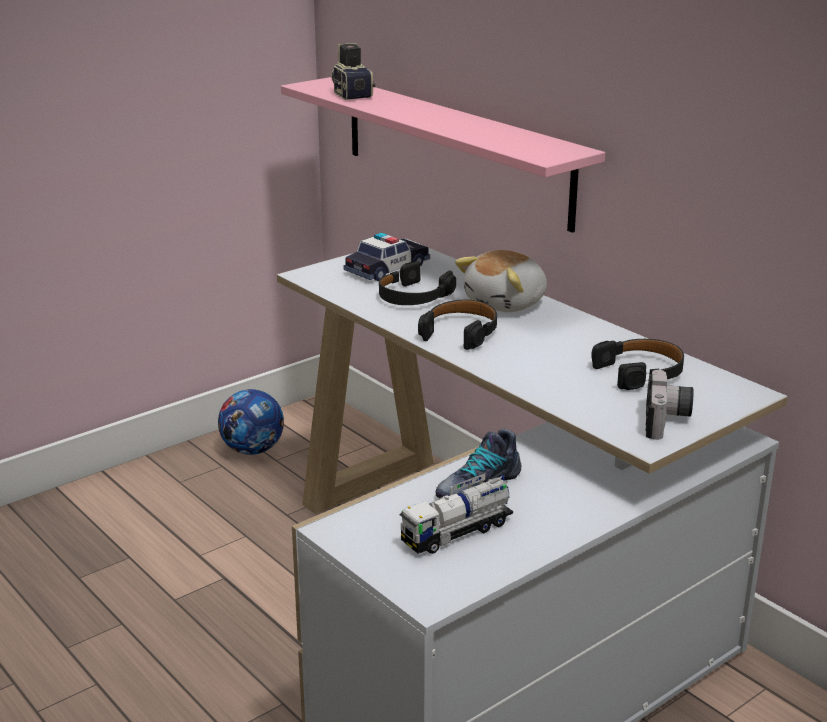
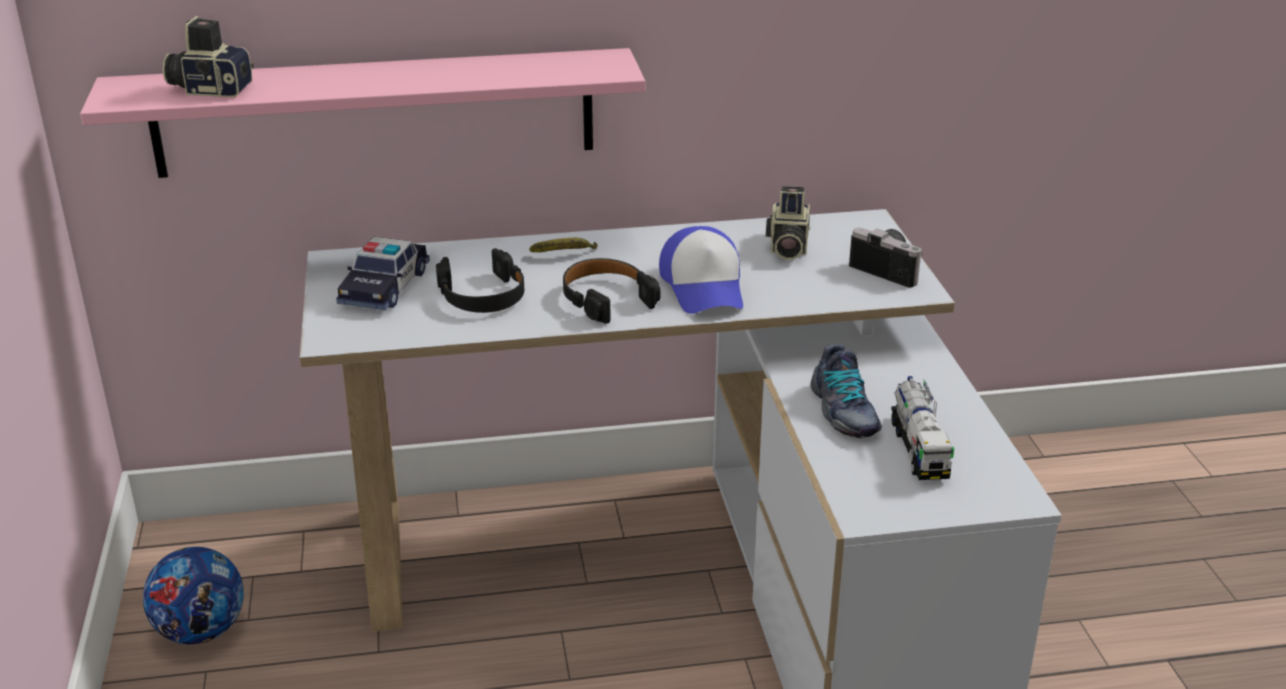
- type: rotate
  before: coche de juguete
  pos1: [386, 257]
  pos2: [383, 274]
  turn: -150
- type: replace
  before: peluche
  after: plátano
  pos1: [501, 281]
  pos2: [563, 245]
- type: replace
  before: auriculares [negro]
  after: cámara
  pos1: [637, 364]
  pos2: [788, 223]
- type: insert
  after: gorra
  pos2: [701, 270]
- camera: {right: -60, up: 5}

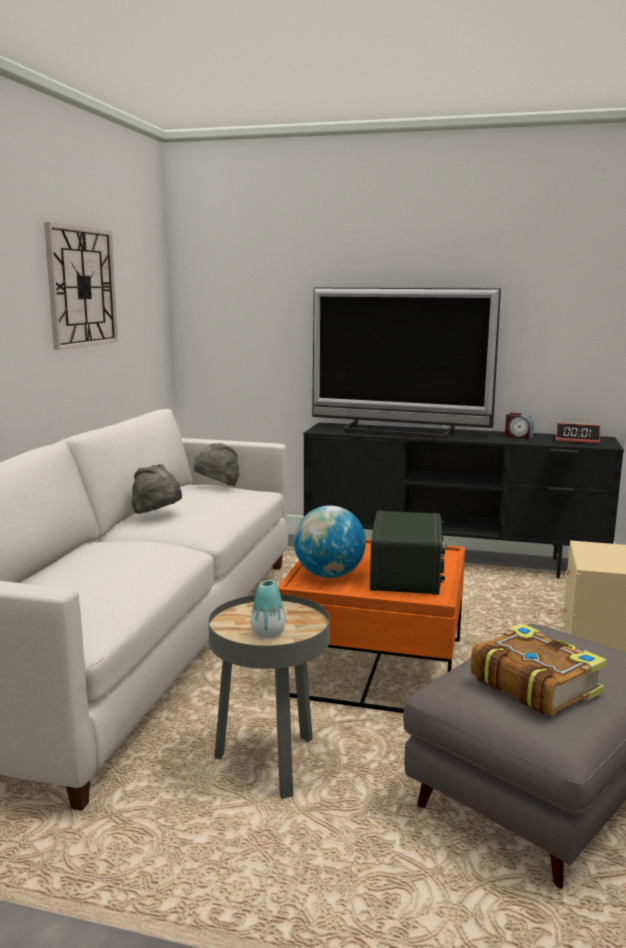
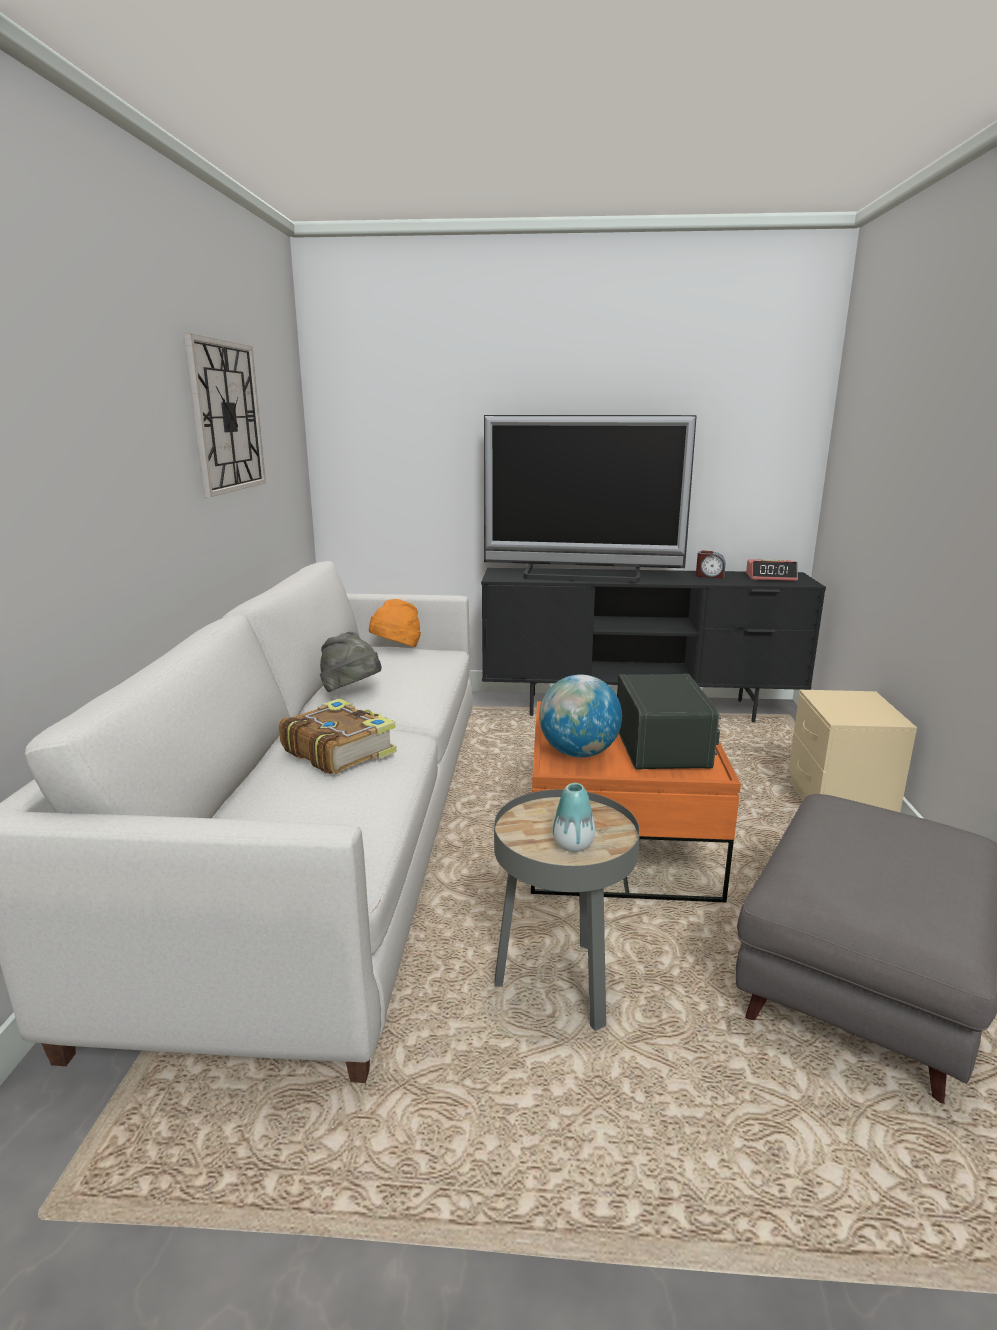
- type: recolor
  before: sombrero [gris]
  after: sombrero [naranja]
  pos1: [217, 464]
  pos2: [395, 623]
- type: move
  before: libro
  pos1: [539, 669]
  pos2: [338, 736]
- camera: {right: -10, up: 5}

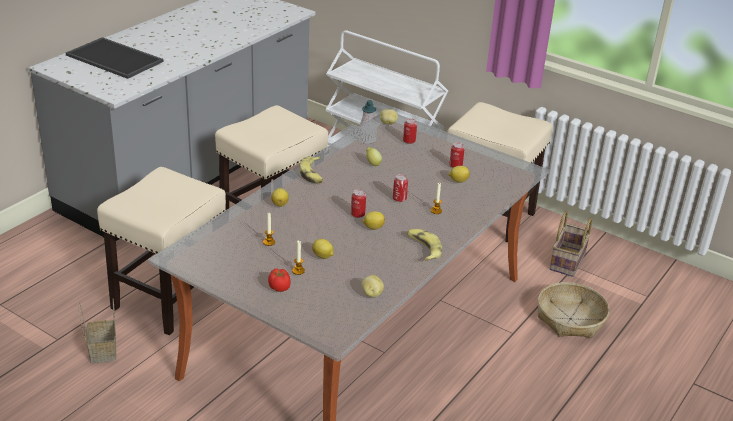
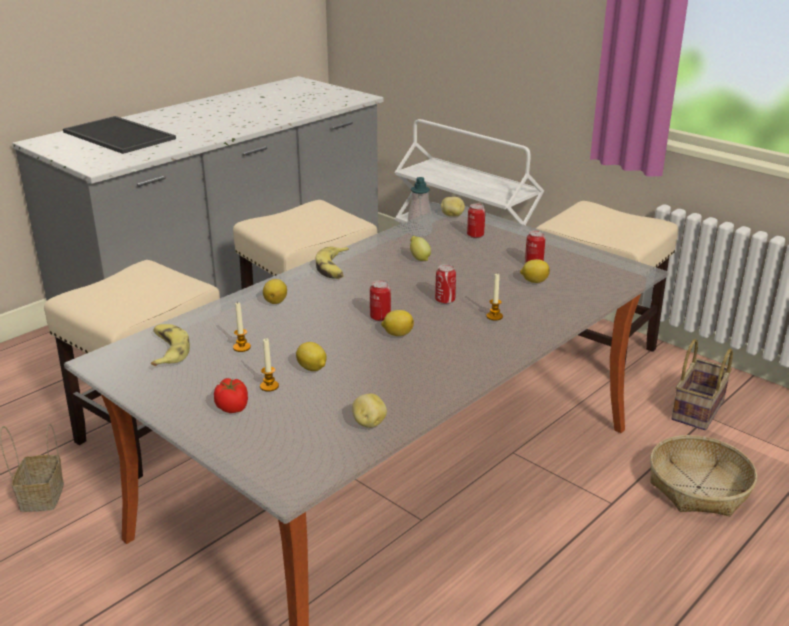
- type: move
  before: plátano
  pos1: [424, 245]
  pos2: [170, 345]
- camera: {right: 10, up: -5}

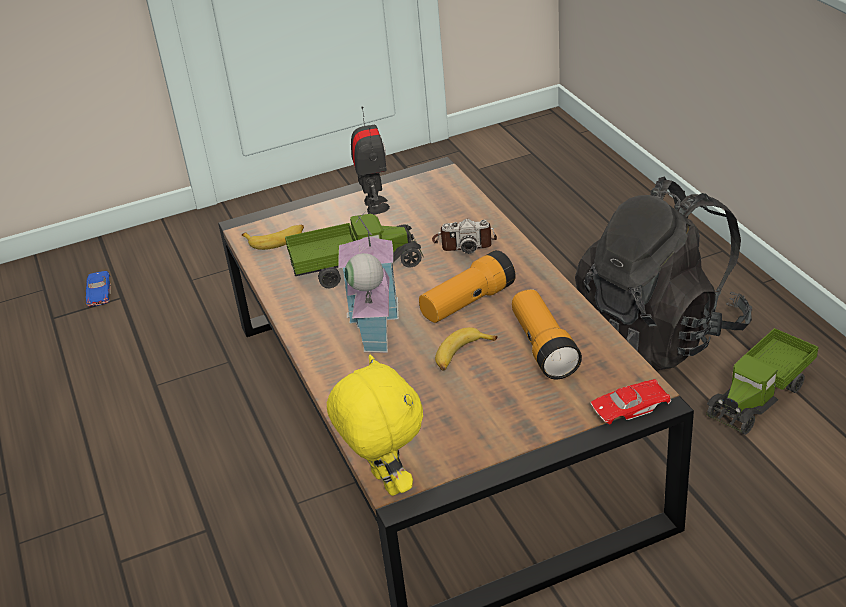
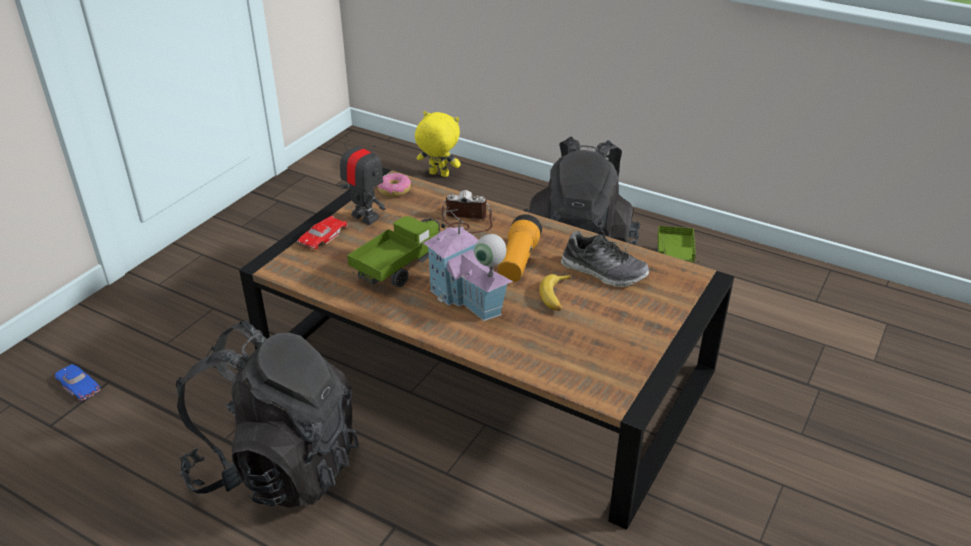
- type: rotate
  before: cámara
  pos1: [464, 236]
  pos2: [467, 211]
  turn: -135
- type: delete
  before: plátano
  pos1: [273, 237]
- type: replace
  before: linterna
  after: zapato
  pos1: [547, 334]
  pos2: [605, 259]
- type: move
  before: peluche [amarillo]
  pos1: [375, 425]
  pos2: [438, 144]
- type: move
  before: coche de juguete [rojo]
  pos1: [631, 402]
  pos2: [322, 232]
- type: insert
  after: rosquilla
  pos2: [394, 185]
- type: insert
  after: mochila [negro]
  pos2: [267, 414]
- camera: {right: -40, up: 0}

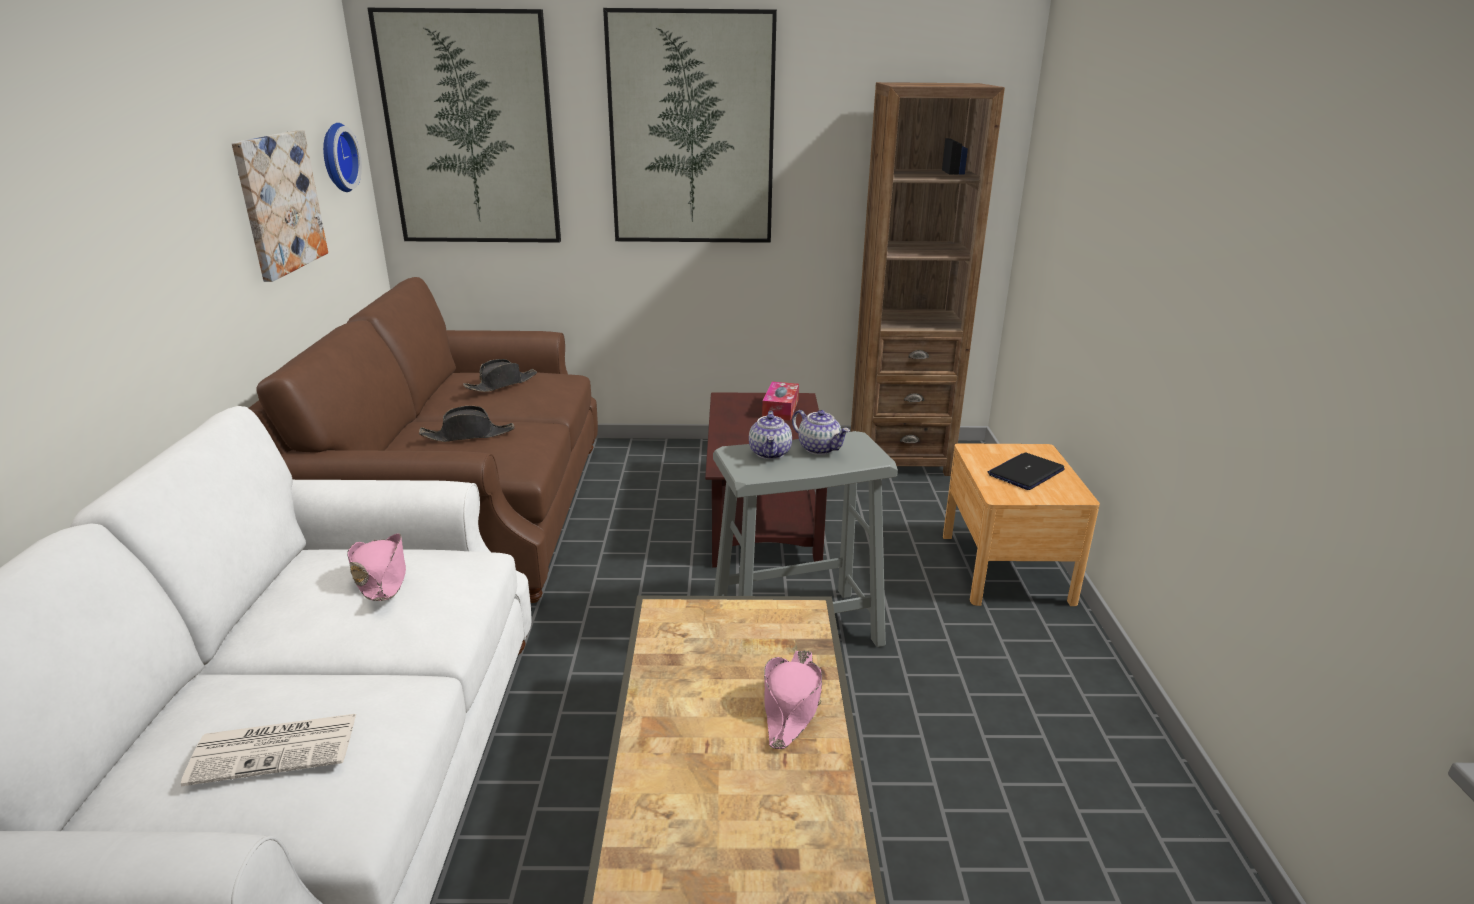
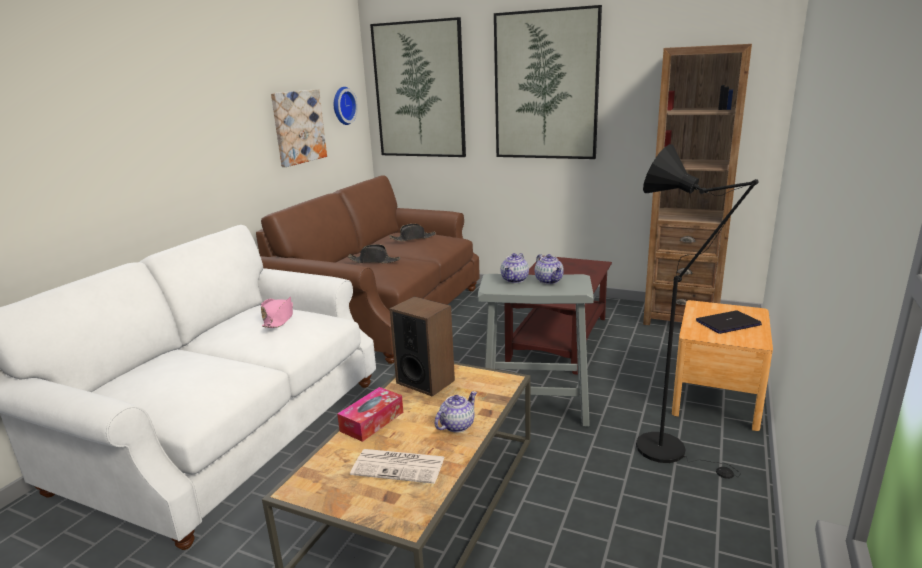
- type: move
  before: caja de pañuelos
  pos1: [780, 401]
  pos2: [370, 414]
- type: replace
  before: sombrero [rosa]
  after: tetera
  pos1: [793, 699]
  pos2: [456, 411]
- type: move
  before: periódico
  pos1: [268, 750]
  pos2: [397, 466]
- type: insert
  after: lámpara de pie [negro]
  pos2: [697, 311]
- type: insert
  after: altavoz
  pos2: [422, 346]
- camera: {right: 25, up: -5}

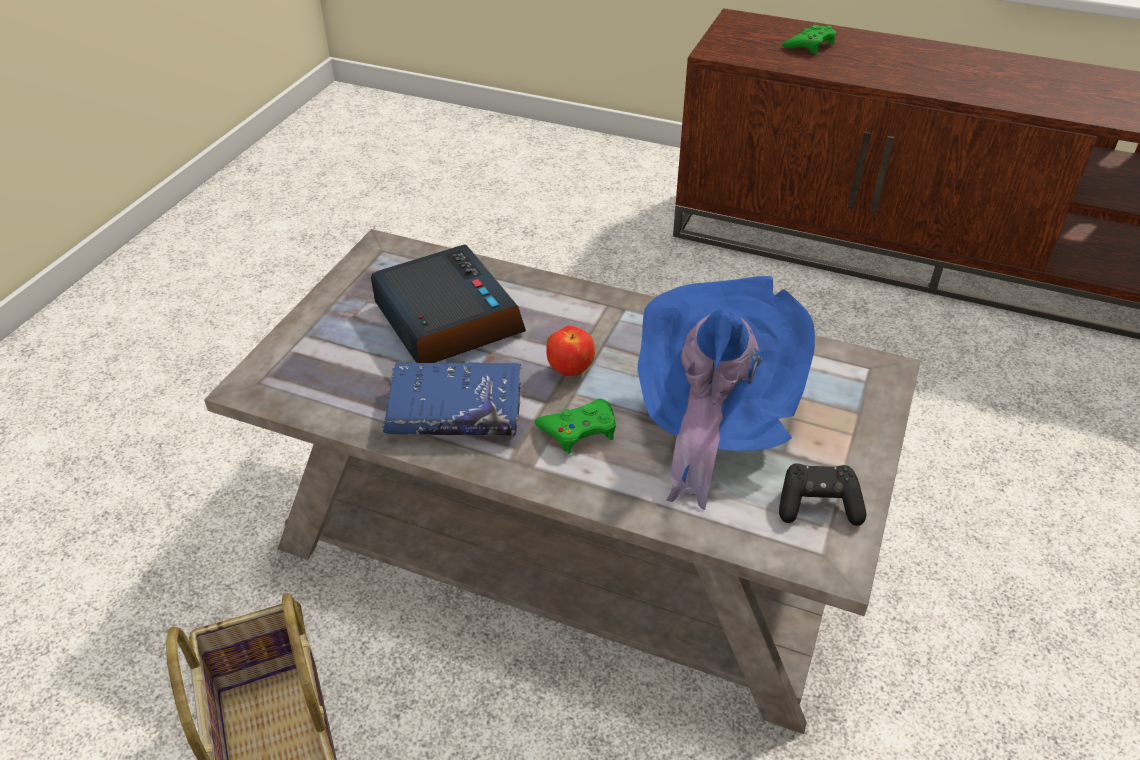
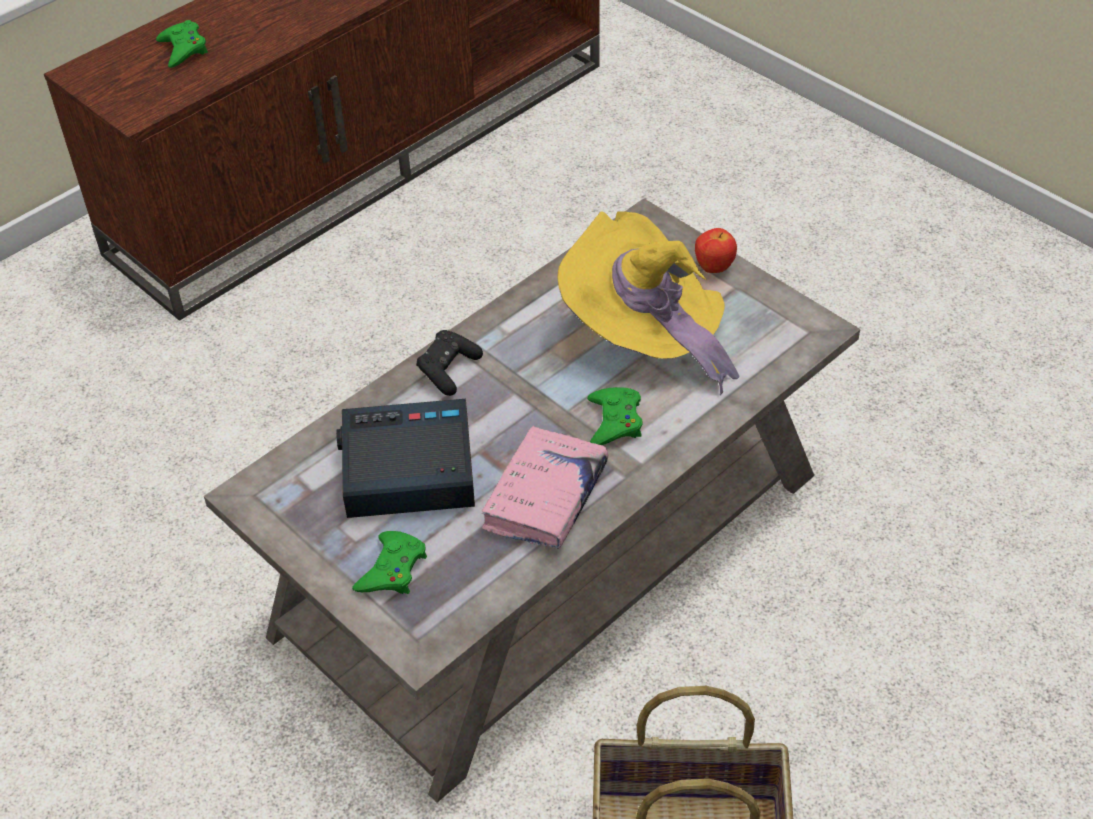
- type: recolor
  before: sombrero [azul]
  after: sombrero [amarillo]
  pos1: [726, 393]
  pos2: [649, 303]
- type: move
  before: manzana
  pos1: [570, 350]
  pos2: [716, 250]
- type: recolor
  before: libro [azul]
  after: libro [rosa]
  pos1: [451, 399]
  pos2: [544, 487]
- type: move
  before: mando de consola [negro]
  pos1: [822, 495]
  pos2: [450, 363]
- type: insert
  after: mando de consola [verde]
  pos2: [389, 562]
- camera: {right: -65, up: 5}

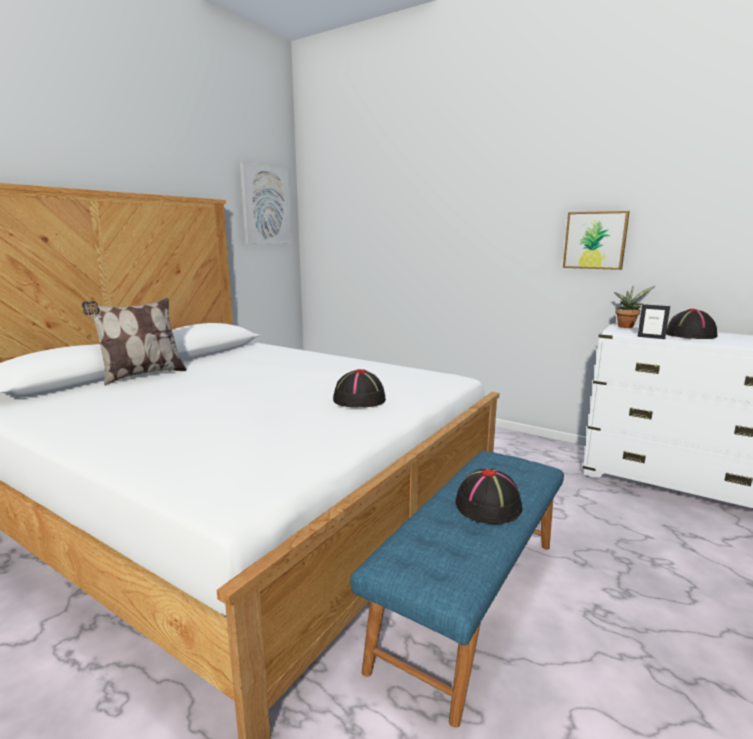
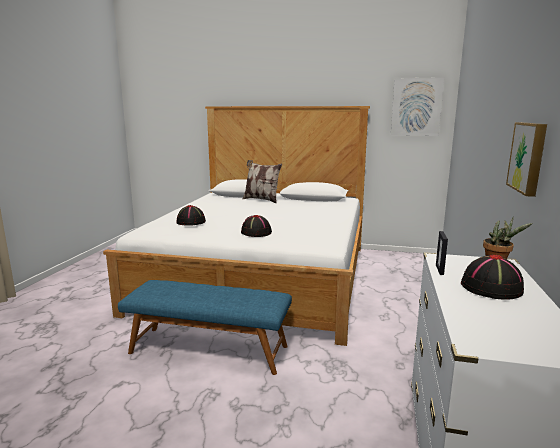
- type: move
  before: sombrero [negro]
  pos1: [488, 496]
  pos2: [191, 215]
- camera: {right: 70, up: 0}

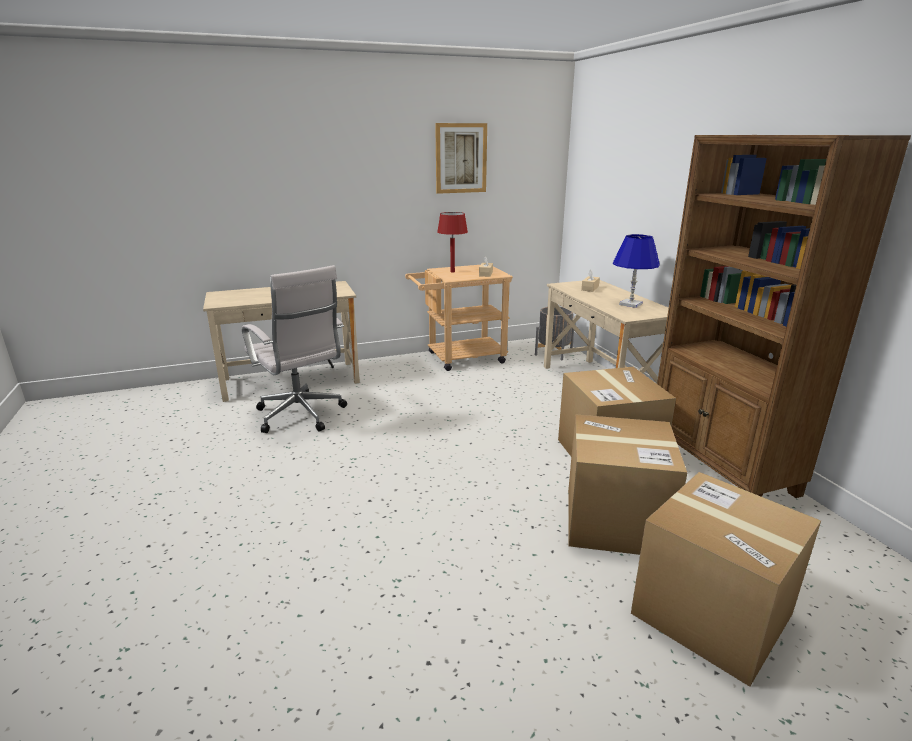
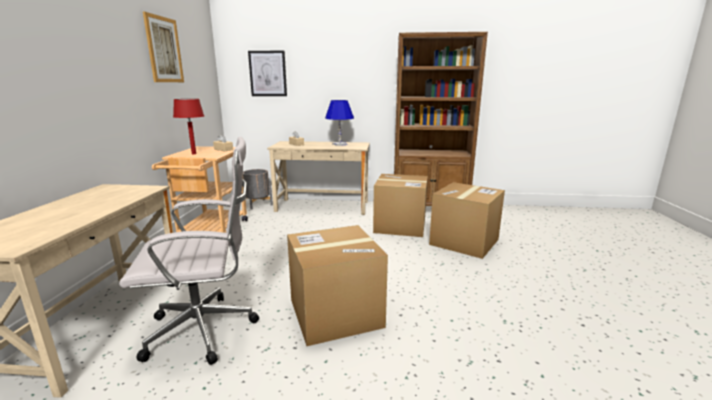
- type: move
  before: caja de cartón
  pos1: [726, 579]
  pos2: [337, 285]
- type: insert
  after: cuadro
  pos2: [267, 73]
- camera: {right: -65, up: -5}

